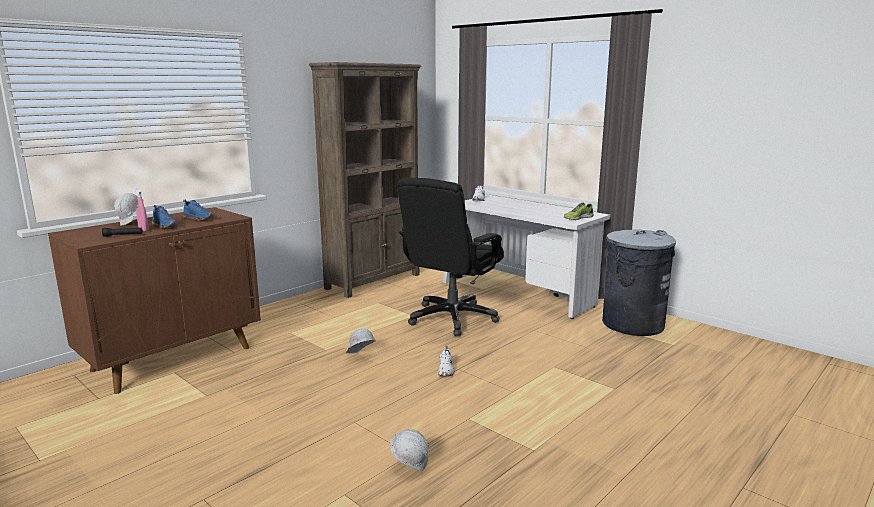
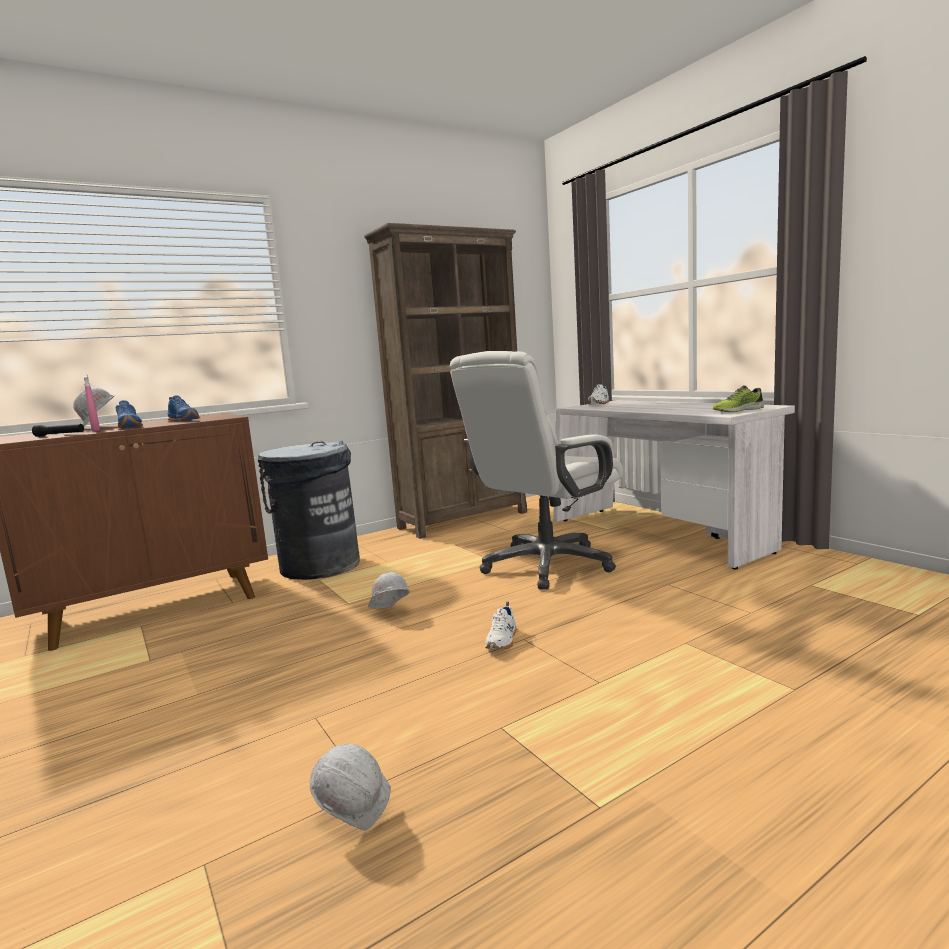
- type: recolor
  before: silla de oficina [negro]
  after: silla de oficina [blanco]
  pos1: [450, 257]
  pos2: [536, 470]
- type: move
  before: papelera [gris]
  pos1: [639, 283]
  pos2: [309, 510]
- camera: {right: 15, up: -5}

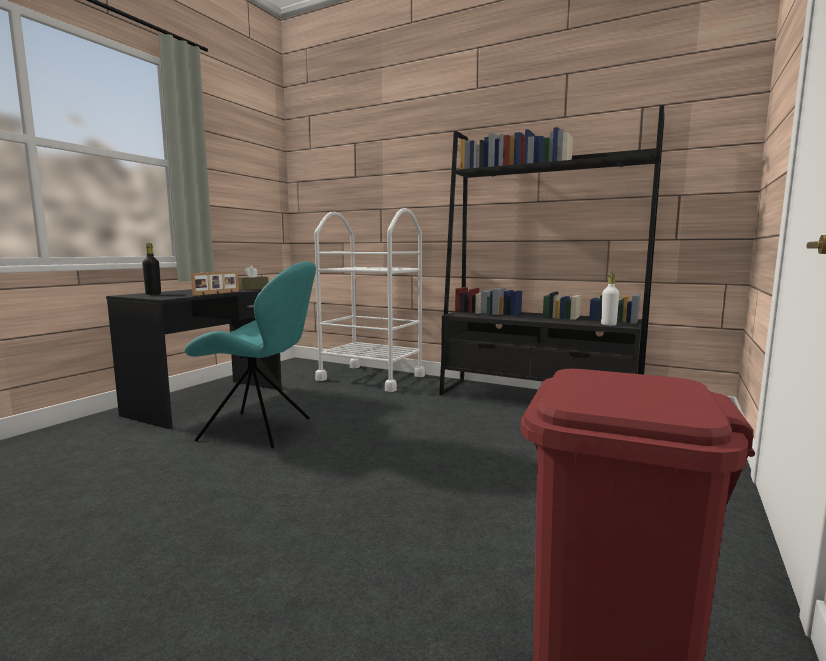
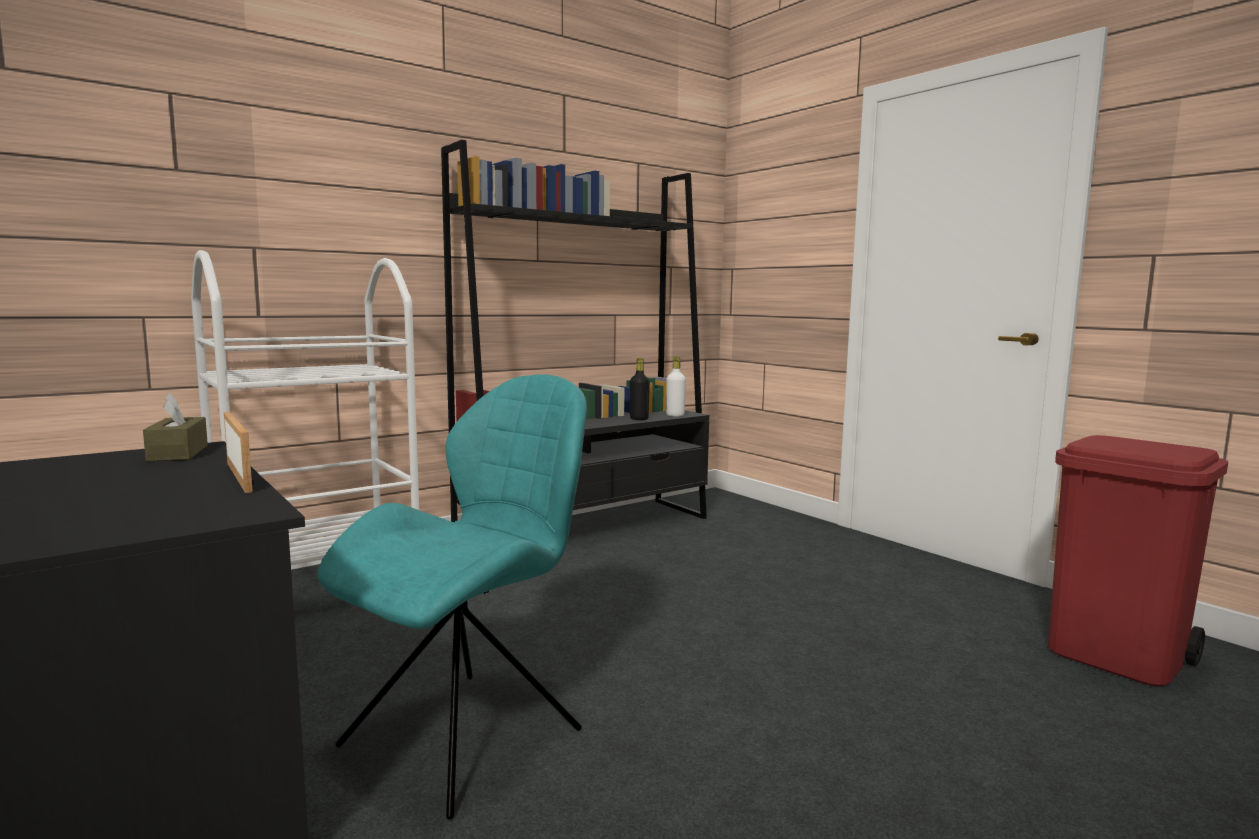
- type: move
  before: botella [negro]
  pos1: [151, 269]
  pos2: [640, 389]
- camera: {right: -65, up: 0}

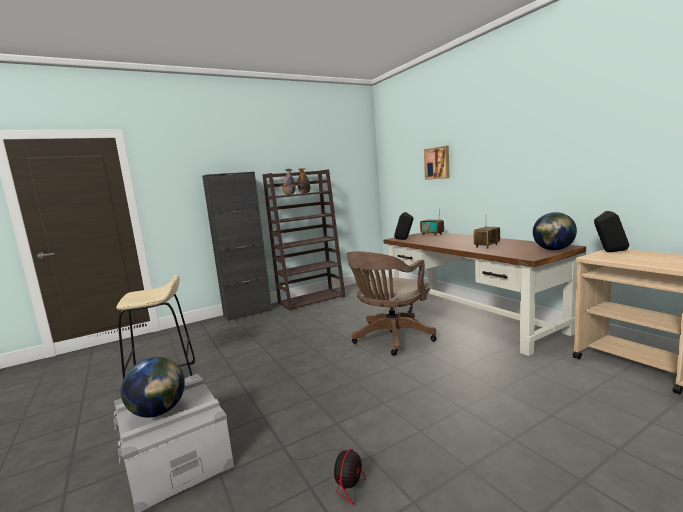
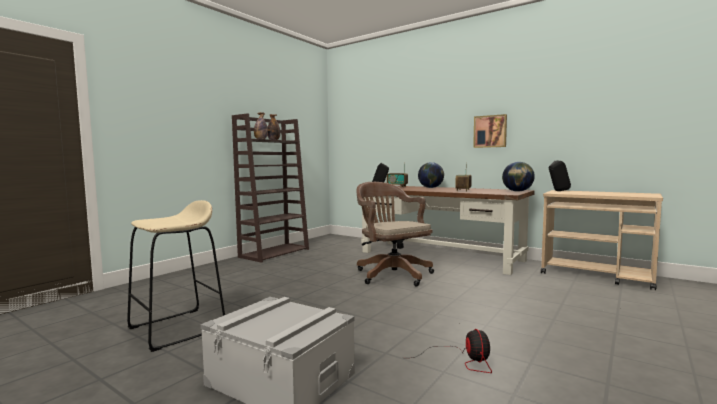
- type: move
  before: cuadro
  pos1: [437, 163]
  pos2: [490, 131]
- type: delete
  before: armario [negro]
  pos1: [237, 246]
- type: rotate
  before: silla de oficina [marrón]
  pos1: [391, 303]
  pos2: [395, 234]
  turn: 135
- type: move
  before: globo terráqueo
  pos1: [153, 387]
  pos2: [431, 175]
- camera: {right: -25, up: -5}

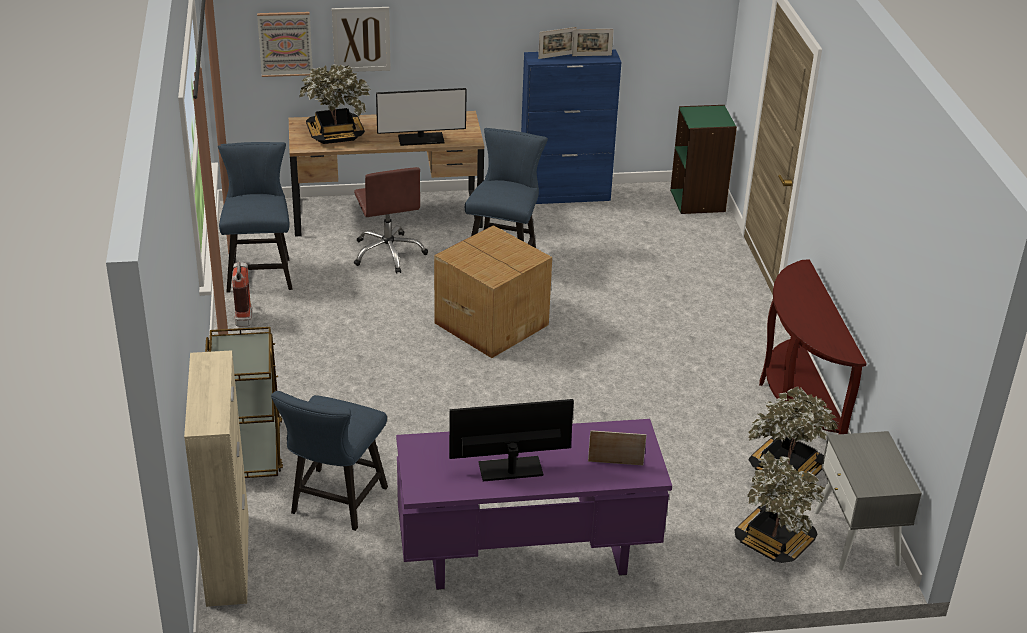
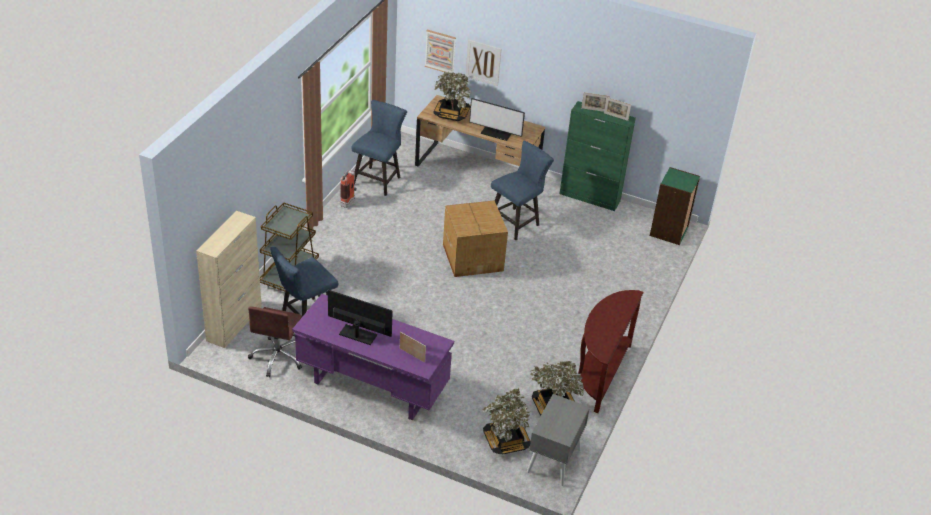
- type: recolor
  before: armario [azul]
  after: armario [verde]
  pos1: [571, 126]
  pos2: [598, 156]
- type: move
  before: silla de oficina [marrón]
  pos1: [391, 220]
  pos2: [275, 341]
- camera: {right: 30, up: 5}

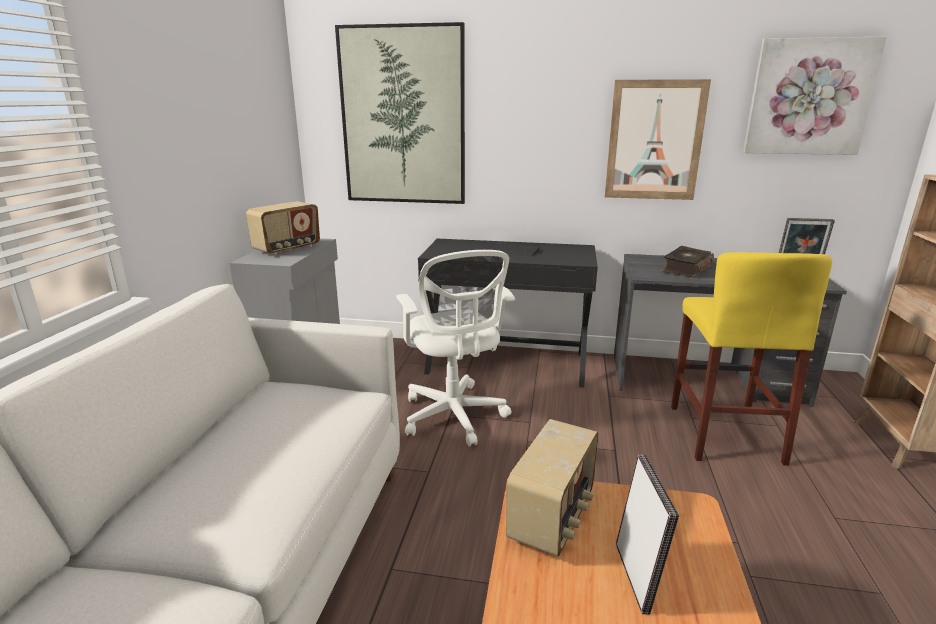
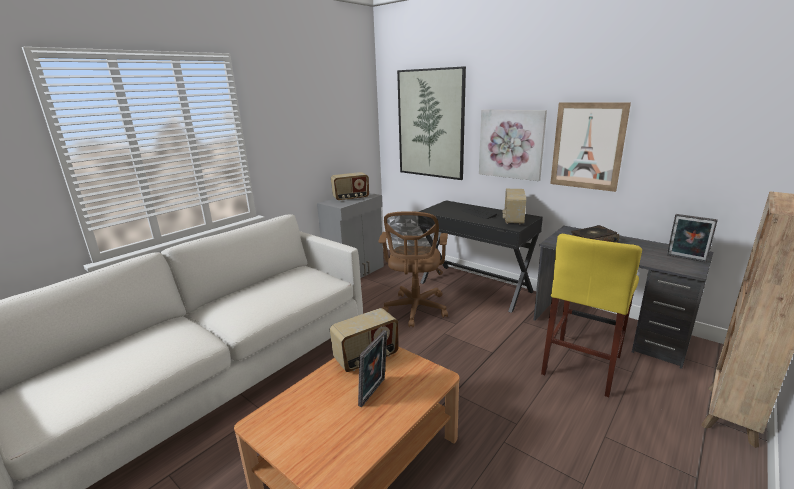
- type: move
  before: cuadro
  pos1: [815, 96]
  pos2: [513, 145]
- type: recolor
  before: silla de oficina [blanco]
  after: silla de oficina [marrón]
  pos1: [455, 348]
  pos2: [413, 269]
- type: insert
  after: radio
  pos2: [514, 206]
- camera: {right: 30, up: 0}

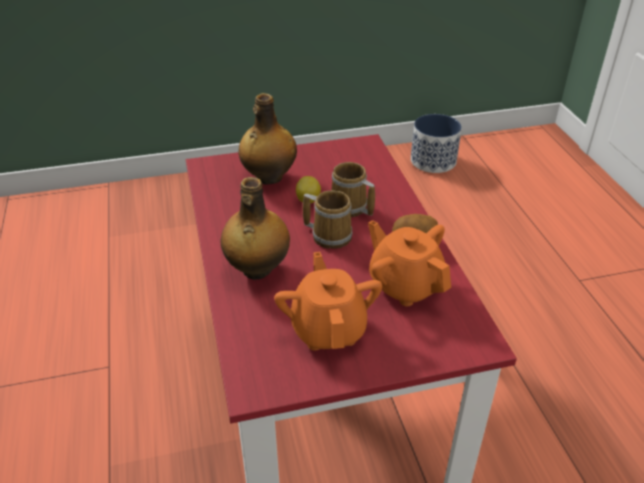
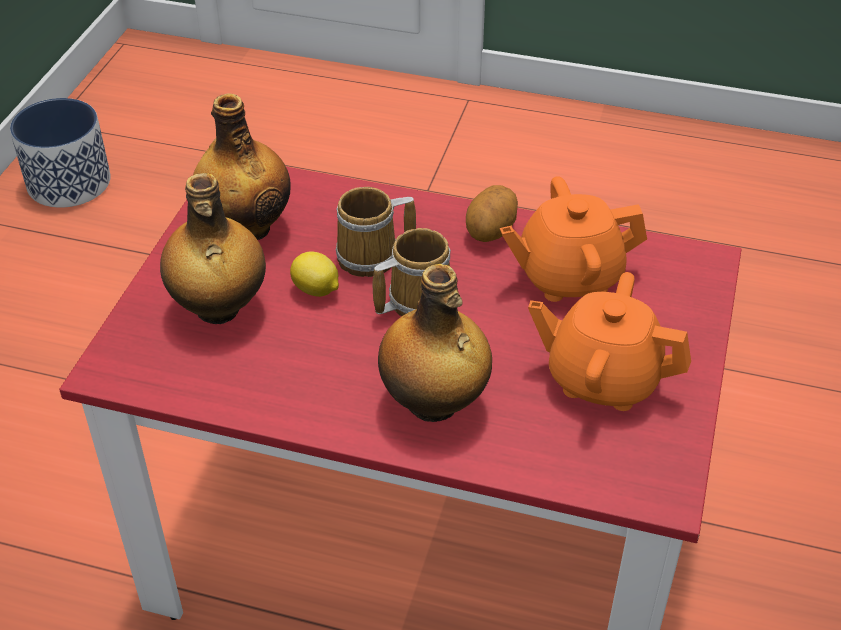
- type: insert
  after: botella
  pos2: [242, 166]
- camera: {right: -60, up: 5}

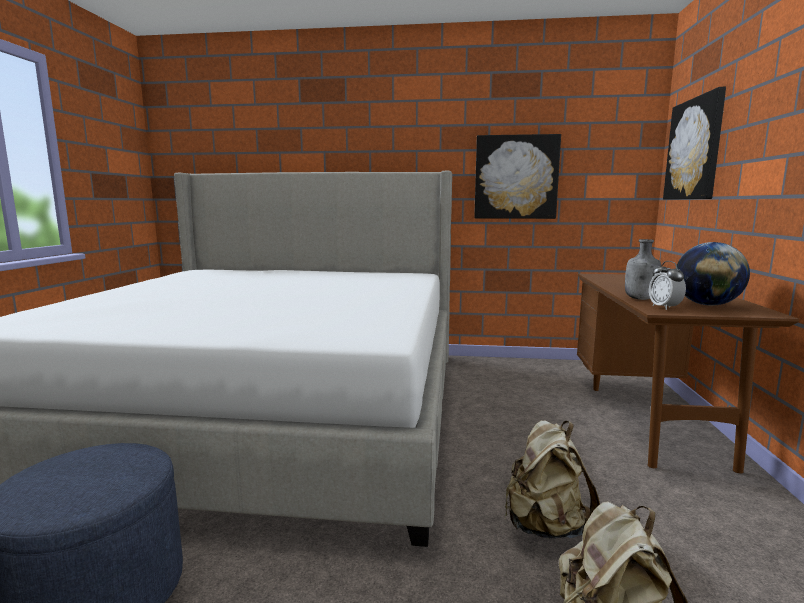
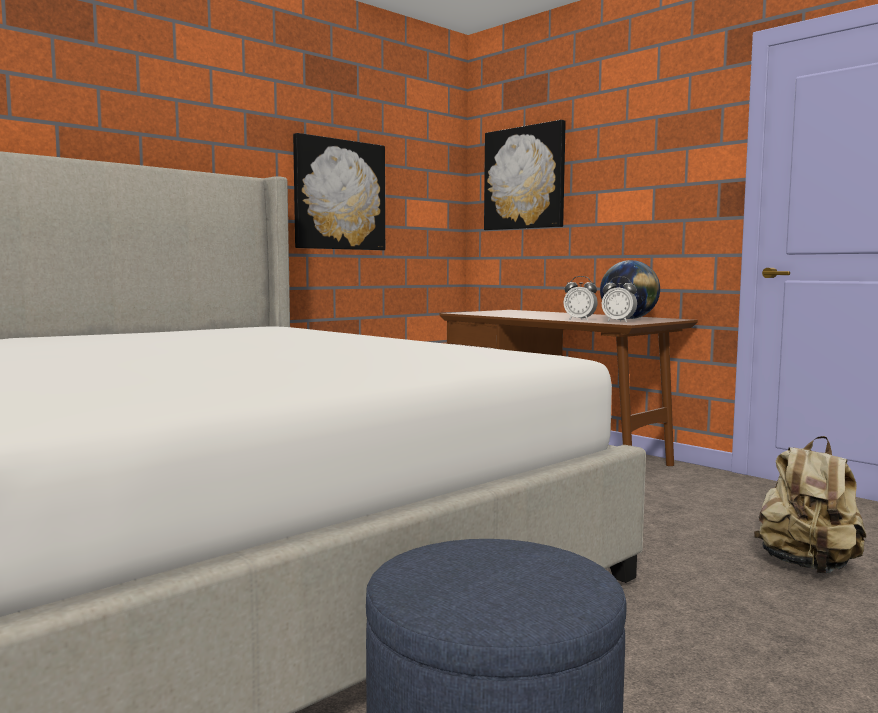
- type: replace
  before: botella [gris]
  after: despertador
  pos1: [643, 269]
  pos2: [581, 298]
- type: delete
  before: mochila [beis]
  pos1: [552, 479]
- camera: {right: -50, up: -5}

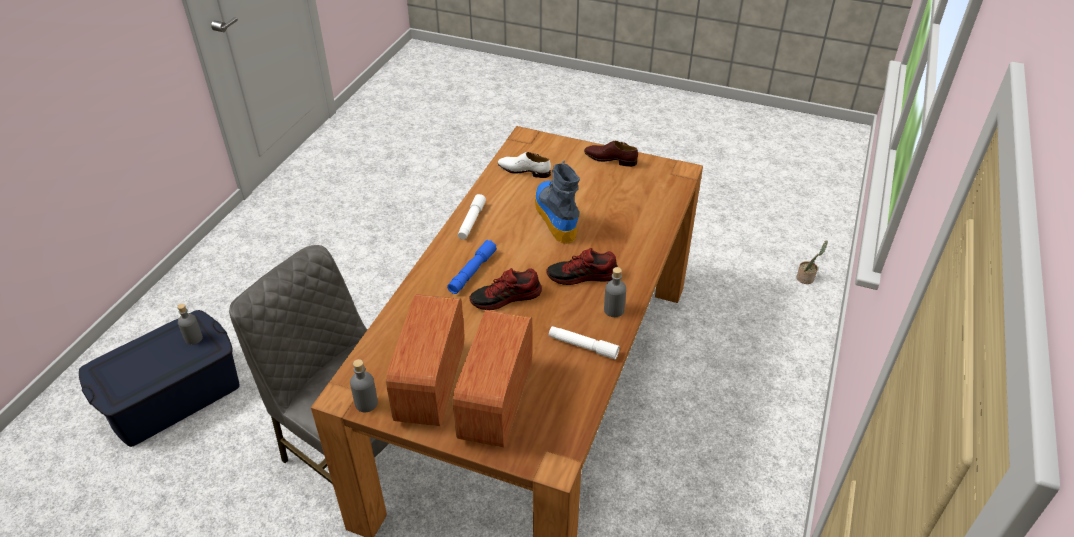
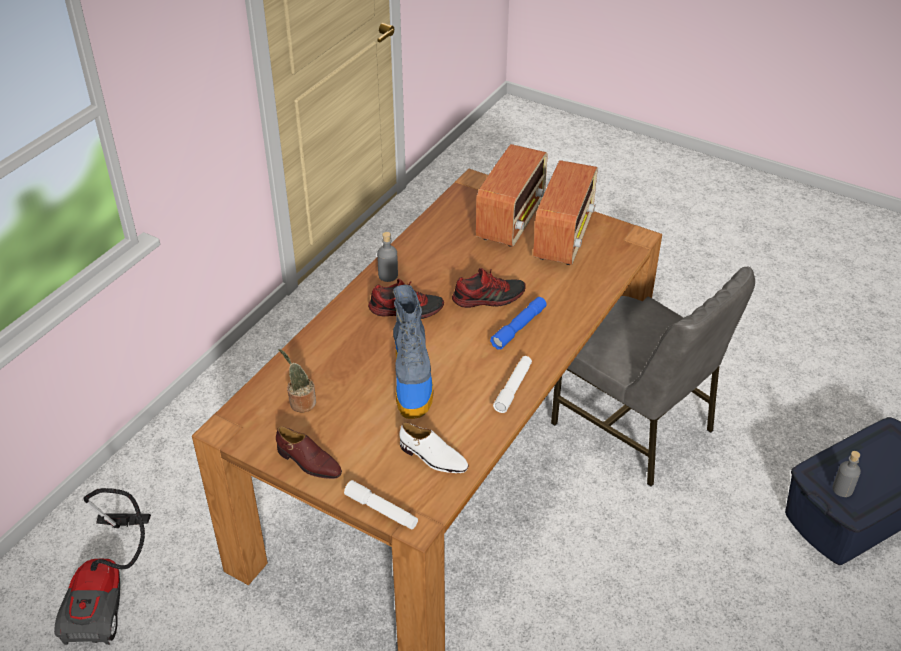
- type: move
  before: planta en maceta
  pos1: [812, 262]
  pos2: [297, 381]
- type: move
  before: linterna [blanco]
  pos1: [584, 342]
  pos2: [381, 504]
- type: delete
  before: botella [gris]
  pos1: [364, 385]
- type: insert
  after: aspiradora
  pos2: [102, 566]
- camera: {right: -170, up: 0}

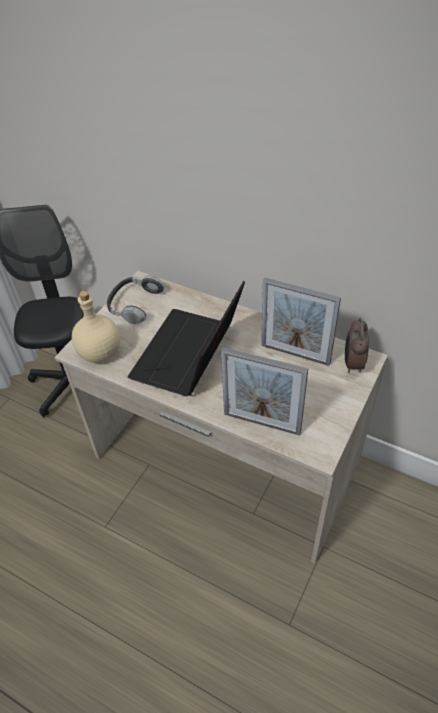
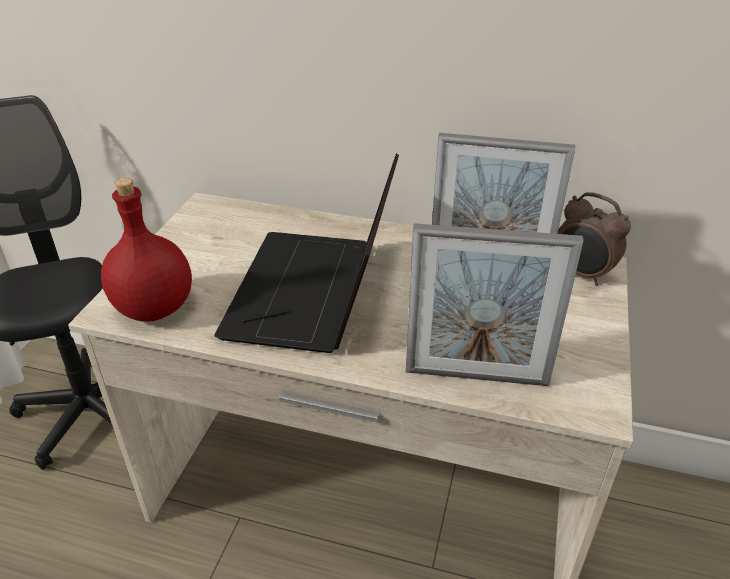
- type: delete
  before: auriculares
  pos1: [135, 299]
- type: recolor
  before: botella [beis]
  after: botella [rojo]
  pos1: [96, 327]
  pos2: [146, 250]
- type: rotate
  before: despertador
  pos1: [357, 345]
  pos2: [594, 239]
  turn: -45
- camera: {right: -15, up: -10}

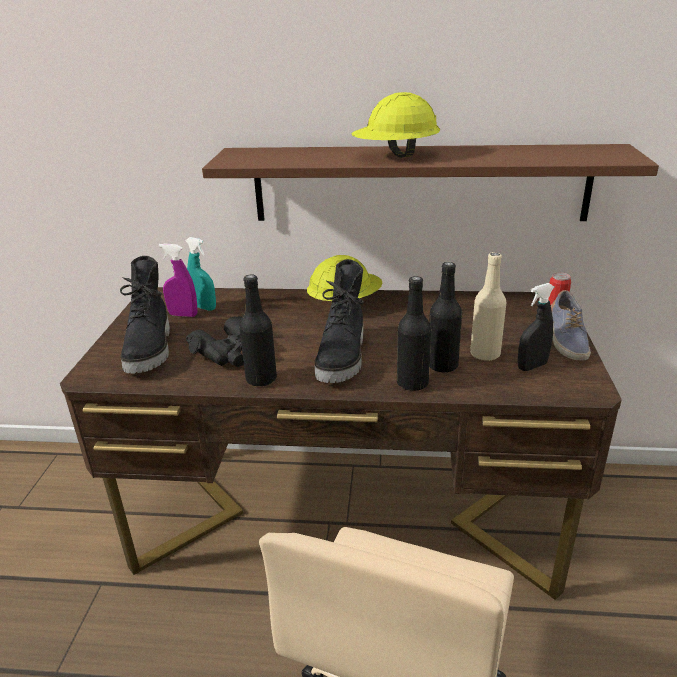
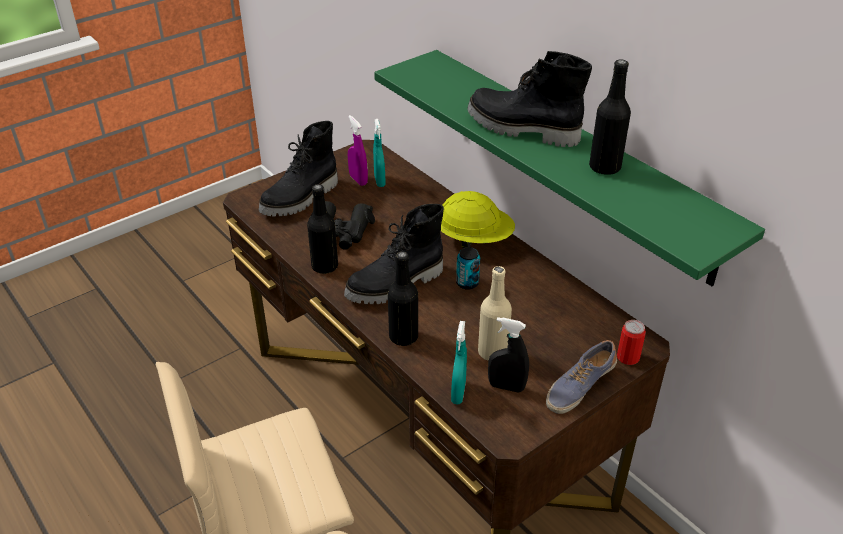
- type: replace
  before: casco [amarillo]
  after: bota [negro]
  pos1: [396, 125]
  pos2: [529, 99]
- type: recolor
  before: estante [marrón]
  after: estante [verde]
  pos1: [430, 182]
  pos2: [569, 168]
- type: move
  before: botella [negro]
  pos1: [445, 317]
  pos2: [610, 117]
- type: insert
  after: lata
  pos2: [468, 268]
- type: insert
  after: pulverizador [turquesa]
  pos2: [459, 362]
- camera: {right: 45, up: 10}

